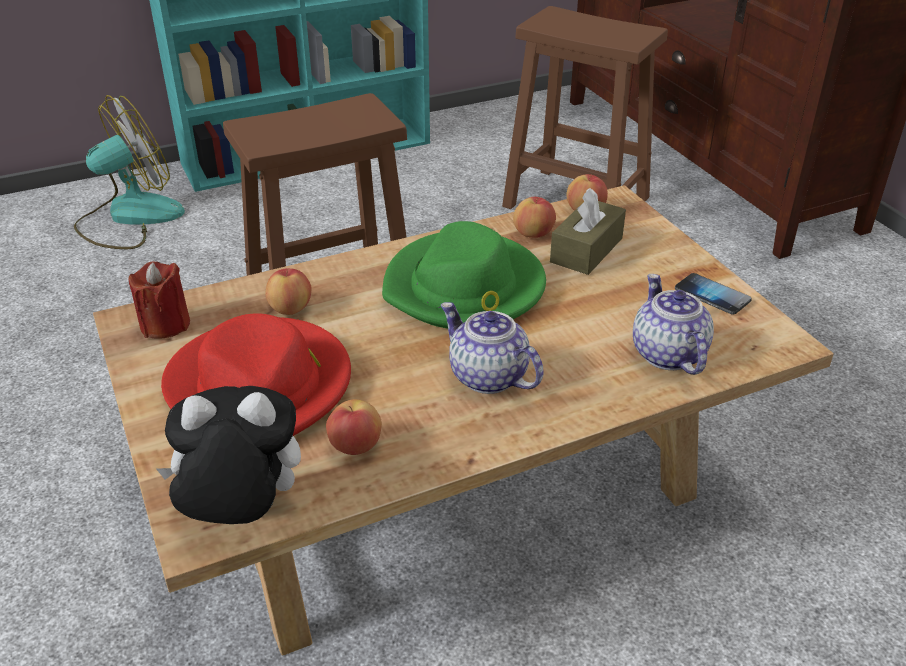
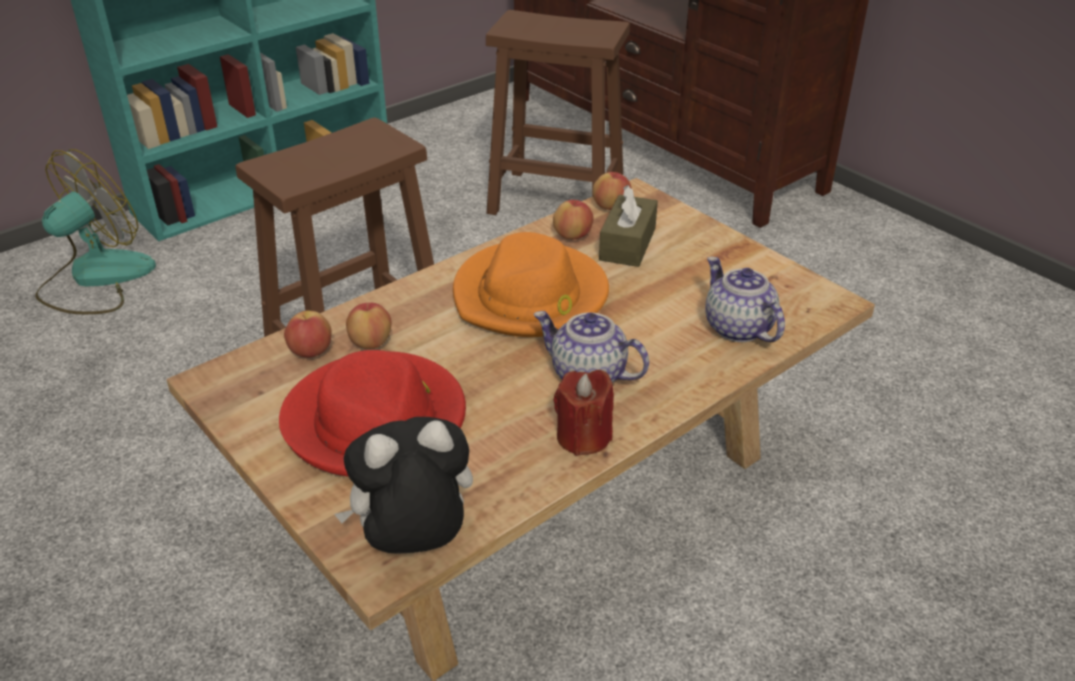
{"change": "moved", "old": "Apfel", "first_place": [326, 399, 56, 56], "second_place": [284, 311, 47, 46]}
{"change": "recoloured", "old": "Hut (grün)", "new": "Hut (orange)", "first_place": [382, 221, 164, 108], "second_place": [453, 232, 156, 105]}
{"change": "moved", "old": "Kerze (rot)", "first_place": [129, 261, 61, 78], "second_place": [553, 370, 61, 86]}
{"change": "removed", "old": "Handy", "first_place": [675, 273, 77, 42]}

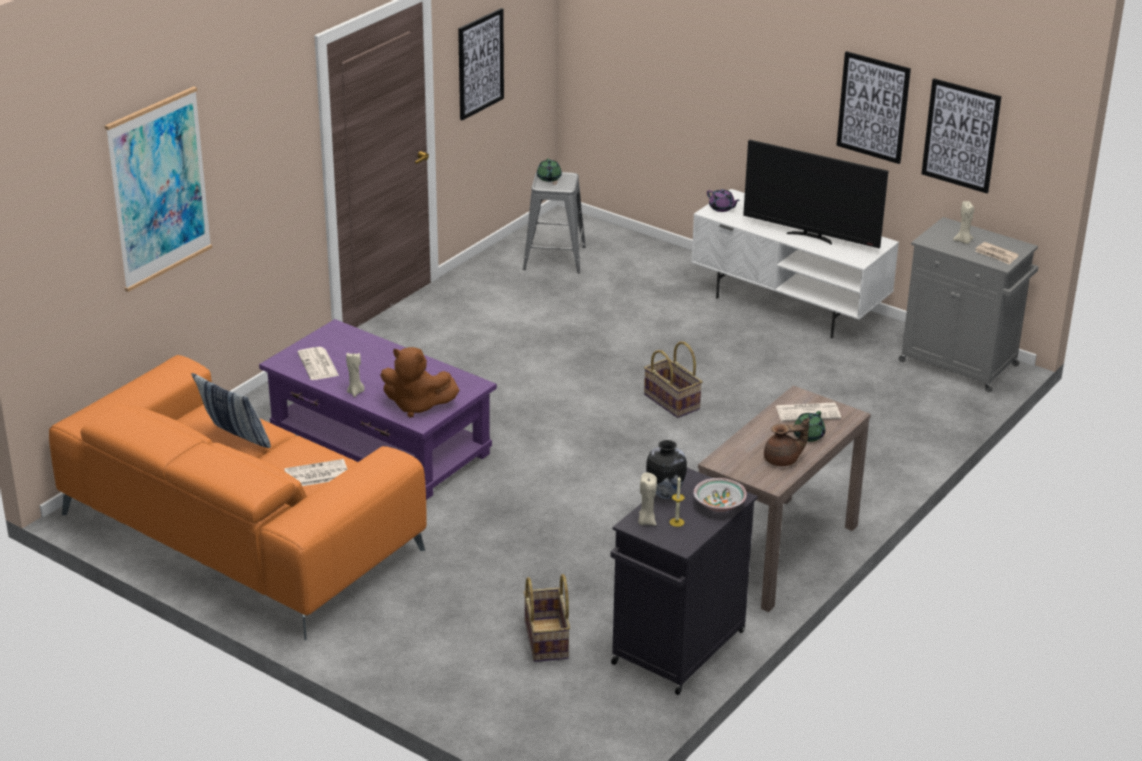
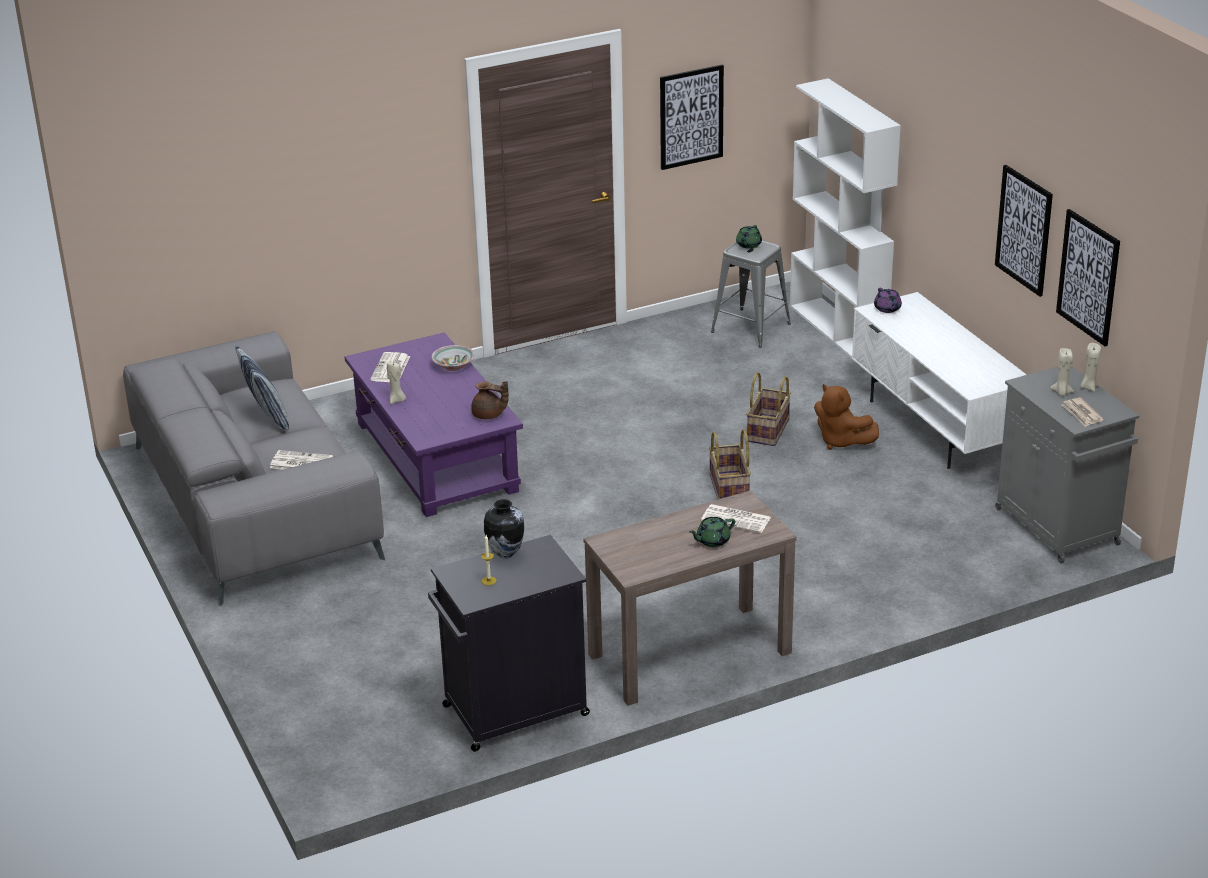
{"change": "recoloured", "old": "Sofa (orange)", "new": "Sofa (grau)", "first_place": [49, 355, 378, 285], "second_place": [123, 331, 262, 275]}
{"change": "moved", "old": "Schüssel", "first_place": [694, 478, 53, 34], "second_place": [431, 345, 44, 26]}
{"change": "moved", "old": "Teekanne (braun)", "first_place": [764, 418, 45, 48], "second_place": [471, 381, 38, 38]}
{"change": "moved", "old": "Korb", "first_place": [523, 574, 47, 88], "second_place": [746, 372, 45, 74]}
{"change": "added", "new": "Bücherregal (weiß)", "second_place": [790, 78, 111, 280]}
{"change": "moved", "old": "Plüschtier (braun)", "first_place": [380, 347, 79, 71], "second_place": [814, 384, 65, 66]}
{"change": "moved", "old": "Kerze (beige)", "first_place": [638, 473, 19, 53], "second_place": [1080, 343, 21, 48]}
{"change": "removed", "old": "Bild", "first_place": [105, 86, 107, 206]}
{"change": "removed", "old": "Fernseher", "first_place": [743, 139, 145, 109]}

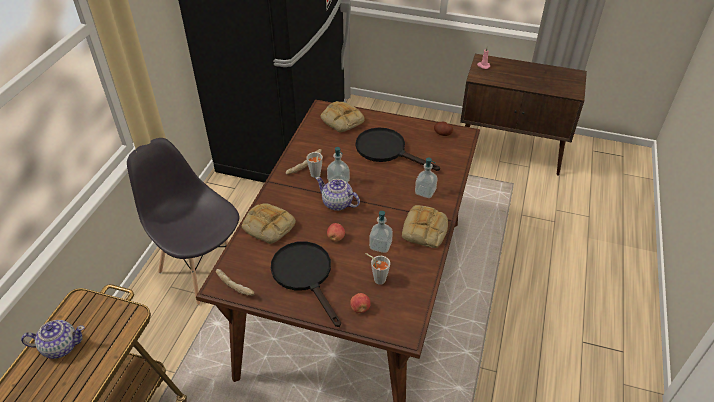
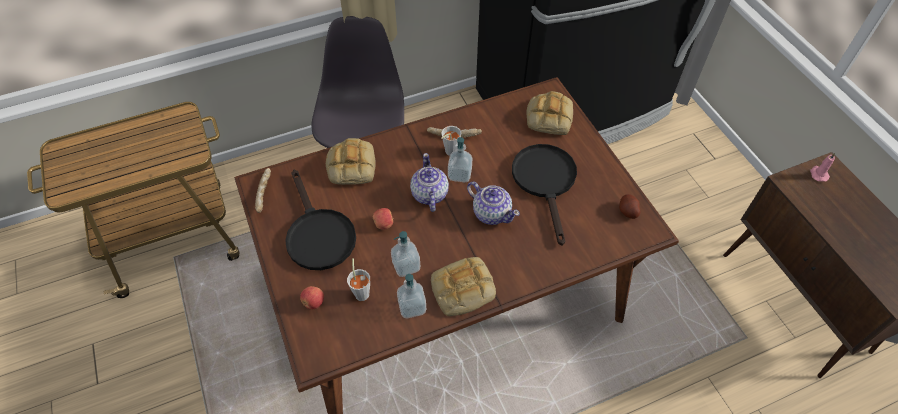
{"change": "turned", "old": "Pfanne (schwarz)", "first_place": [271, 241, 70, 86], "second_place": [285, 170, 71, 100], "degrees": 135}
{"change": "moved", "old": "Seifenspender", "first_place": [415, 157, 22, 41], "second_place": [397, 274, 29, 44]}
{"change": "moved", "old": "Teekanne", "first_place": [21, 320, 64, 39], "second_place": [467, 182, 53, 43]}

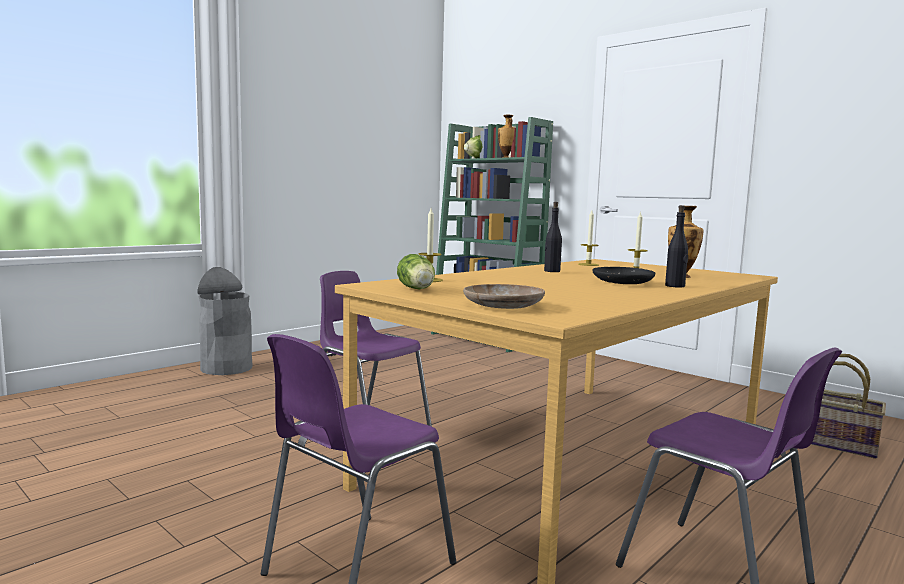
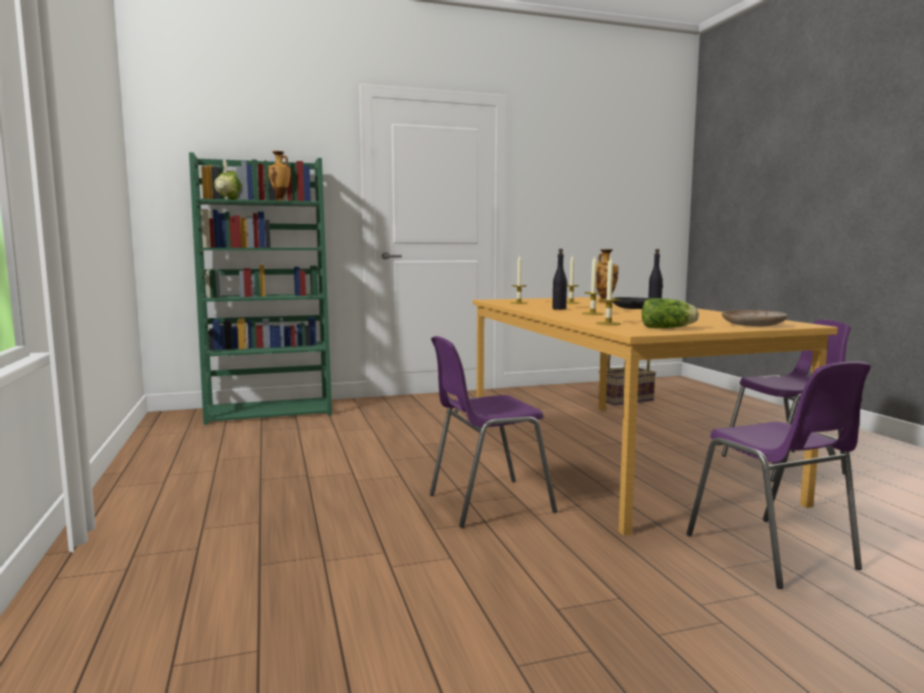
{"change": "added", "new": "Kerze", "second_place": [582, 255, 22, 60]}
{"change": "removed", "old": "Mülleimer (grau)", "first_place": [197, 267, 56, 108]}

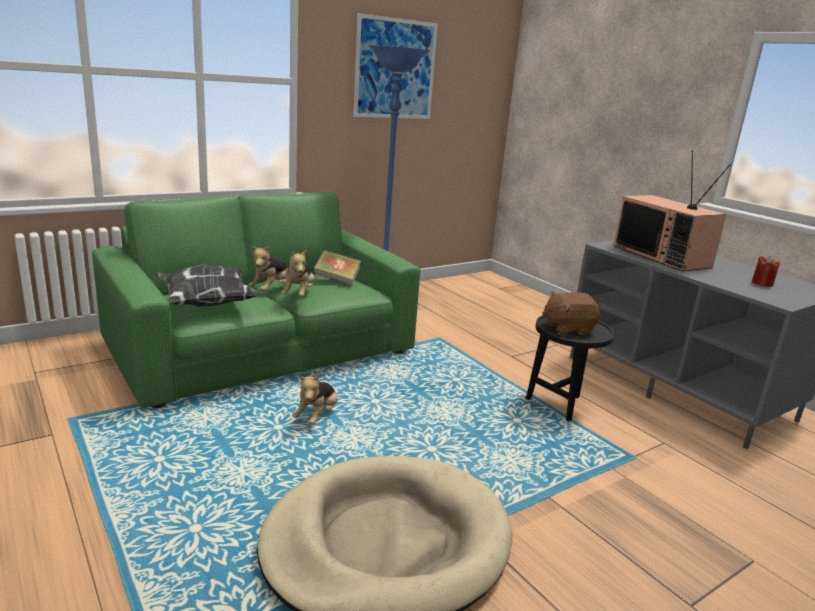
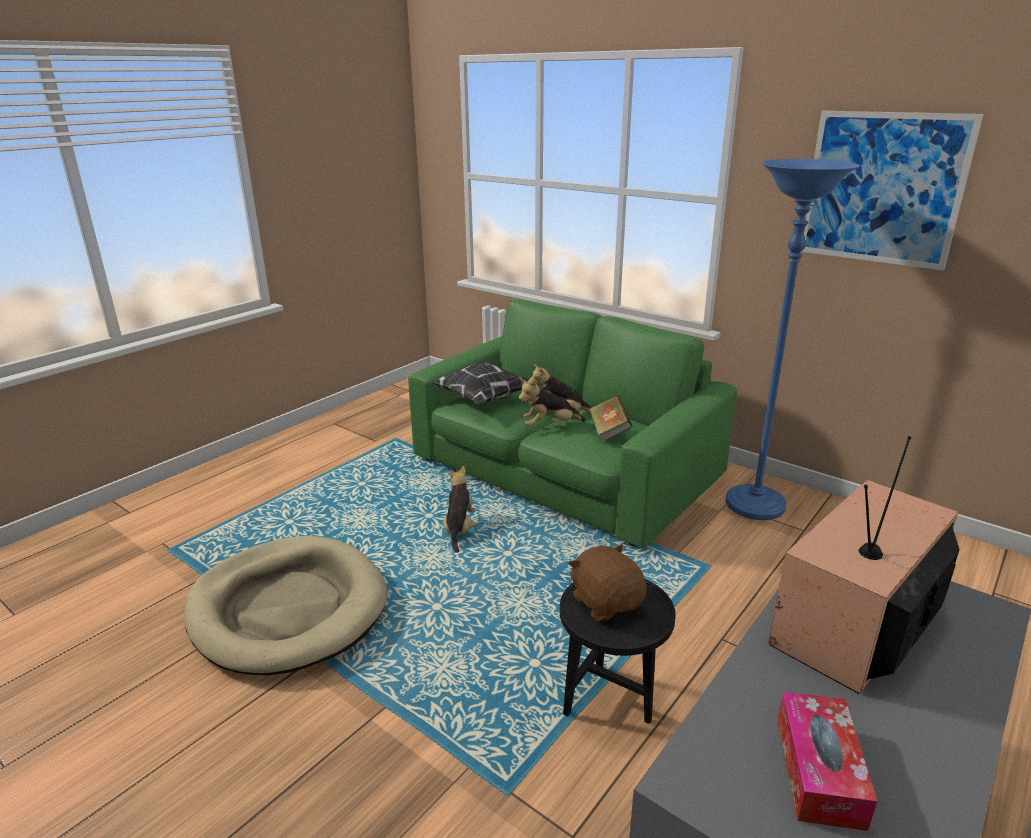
{"change": "turned", "old": "Plüschtier", "first_place": [292, 374, 46, 51], "second_place": [443, 466, 34, 87], "degrees": 90}
{"change": "replaced", "old": "Kerze (rot)", "new": "Taschentuchbox", "first_place": [752, 256, 28, 31], "second_place": [778, 692, 99, 139]}

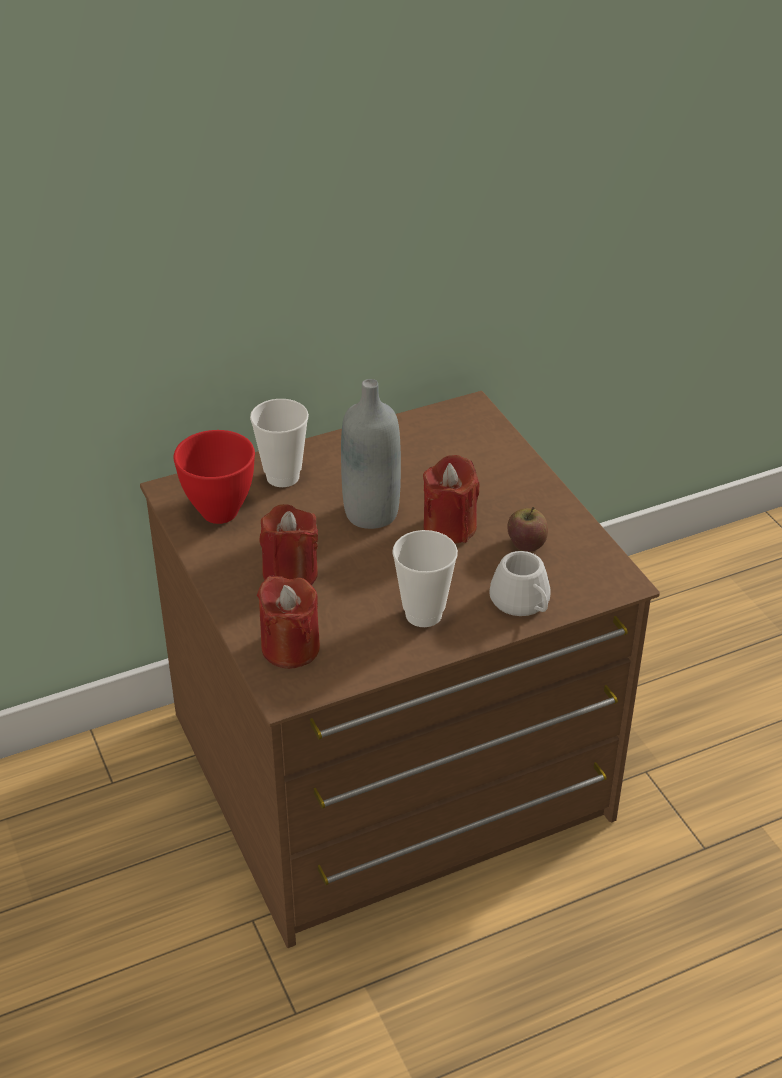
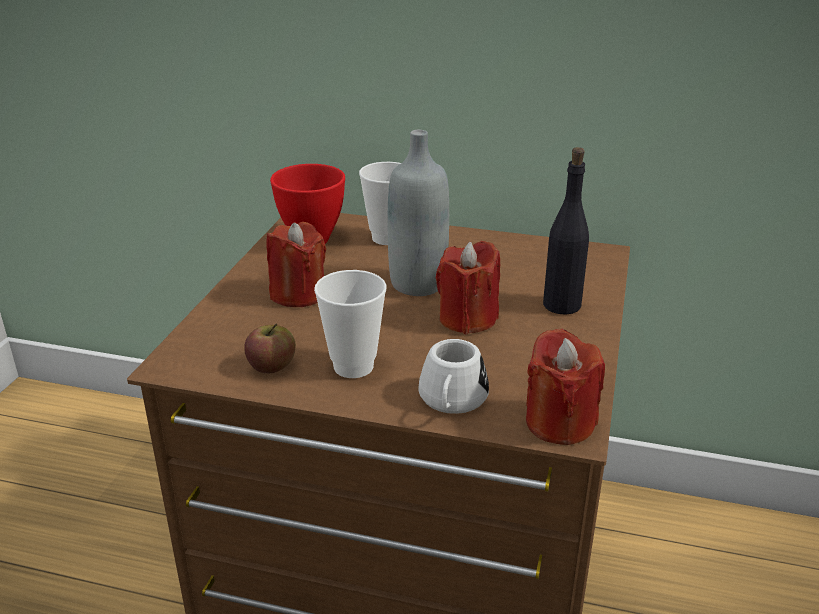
{"change": "moved", "old": "Apfel", "first_place": [508, 507, 40, 45], "second_place": [244, 324, 52, 49]}
{"change": "moved", "old": "Kerze (rot)", "first_place": [257, 576, 63, 93], "second_place": [526, 329, 79, 116]}
{"change": "added", "new": "Flasche (schwarz)", "second_place": [543, 147, 46, 168]}

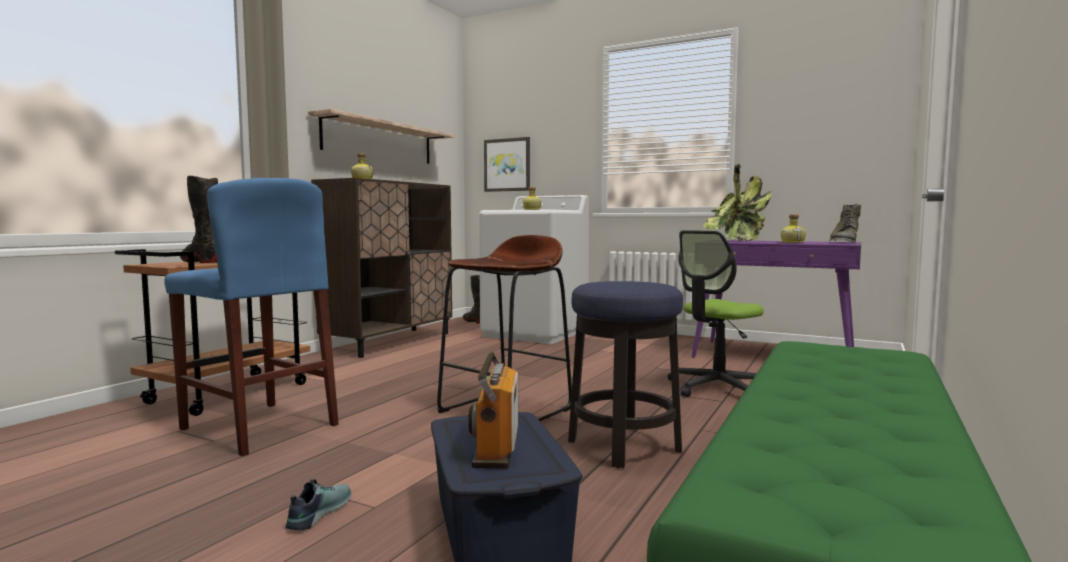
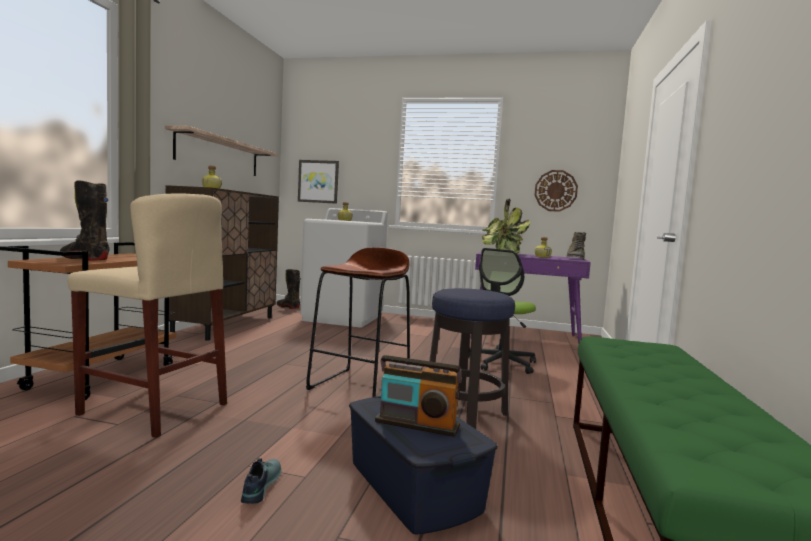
{"change": "recoloured", "old": "Hocker (blau)", "new": "Hocker (beige)", "first_place": [164, 178, 175, 278], "second_place": [68, 193, 159, 245]}
{"change": "turned", "old": "Radio", "first_place": [468, 352, 50, 116], "second_place": [375, 355, 87, 82], "degrees": -60}
{"change": "added", "new": "Wanduhr", "second_place": [534, 170, 44, 42]}

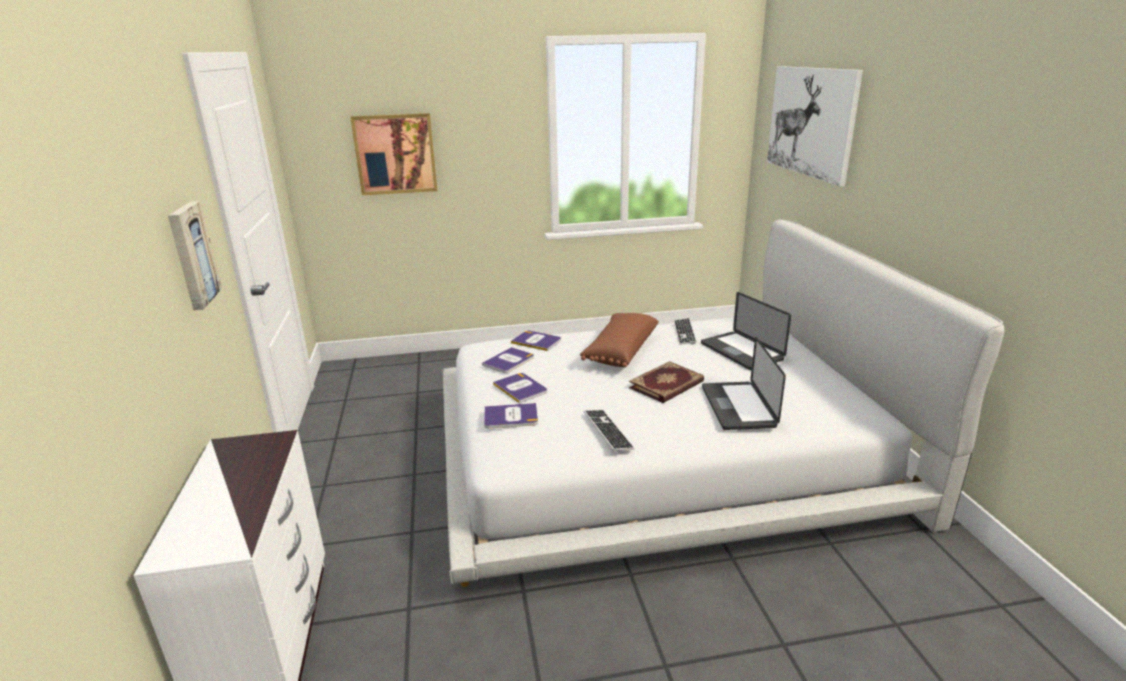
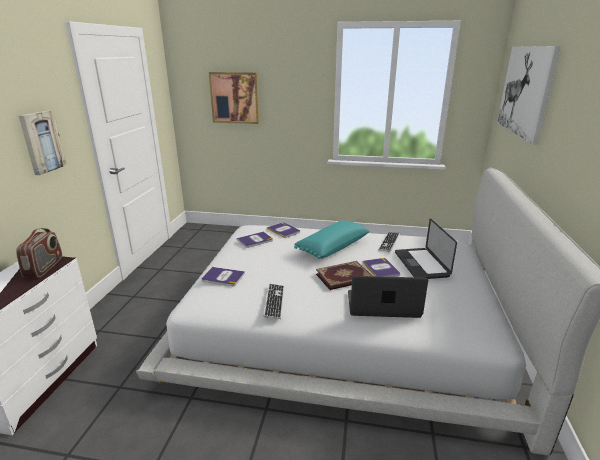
{"change": "added", "new": "Radio", "second_place": [16, 228, 46, 49]}
{"change": "recoloured", "old": "Kissen (braun)", "new": "Kissen (türkis)", "first_place": [579, 313, 80, 54], "second_place": [294, 220, 76, 39]}
{"change": "turned", "old": "Laptop", "first_place": [702, 337, 84, 93], "second_place": [348, 276, 80, 42], "degrees": 75}
{"change": "moved", "old": "Buch", "first_place": [493, 373, 54, 30], "second_place": [363, 258, 37, 19]}

